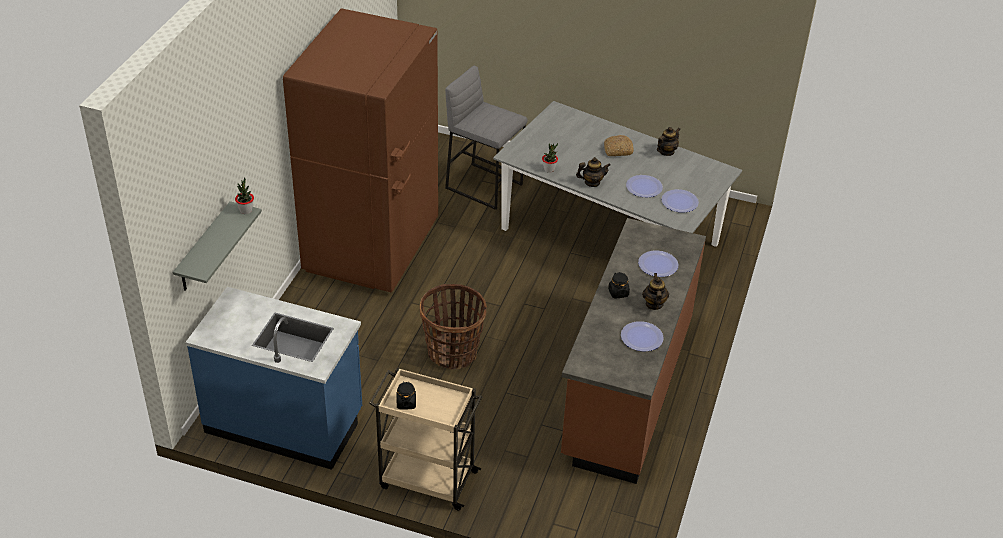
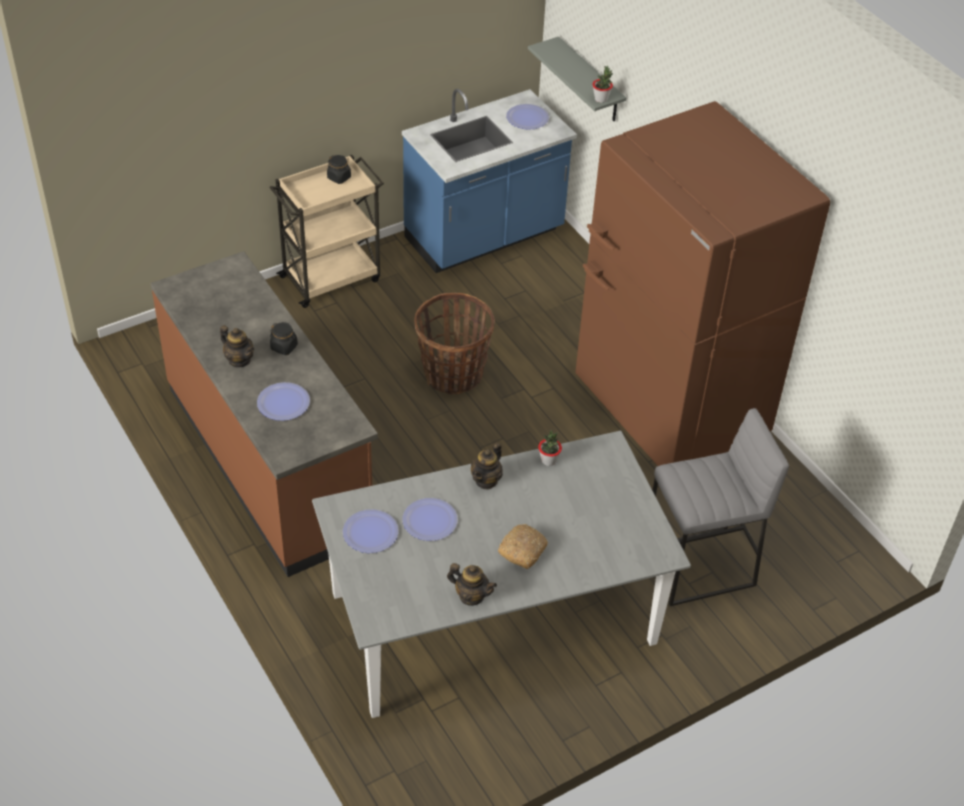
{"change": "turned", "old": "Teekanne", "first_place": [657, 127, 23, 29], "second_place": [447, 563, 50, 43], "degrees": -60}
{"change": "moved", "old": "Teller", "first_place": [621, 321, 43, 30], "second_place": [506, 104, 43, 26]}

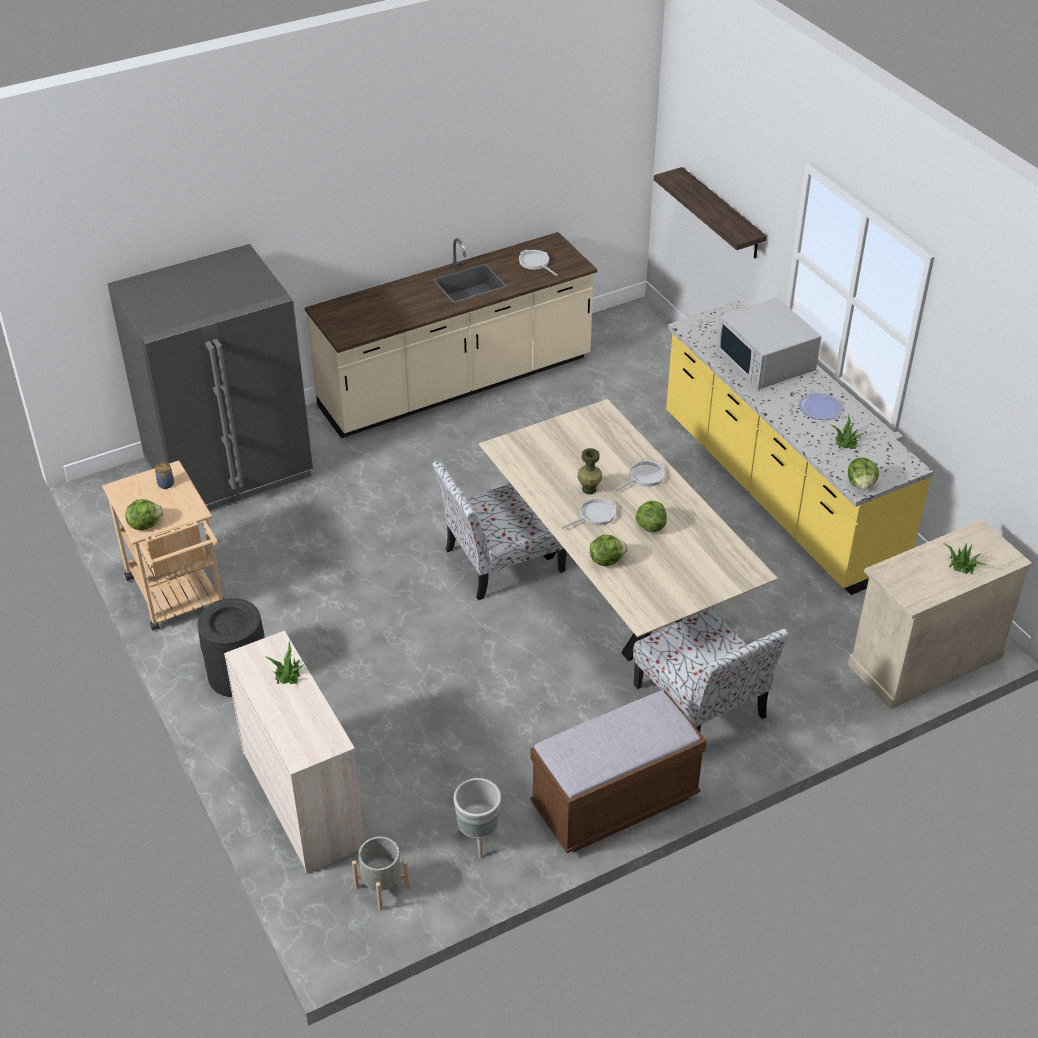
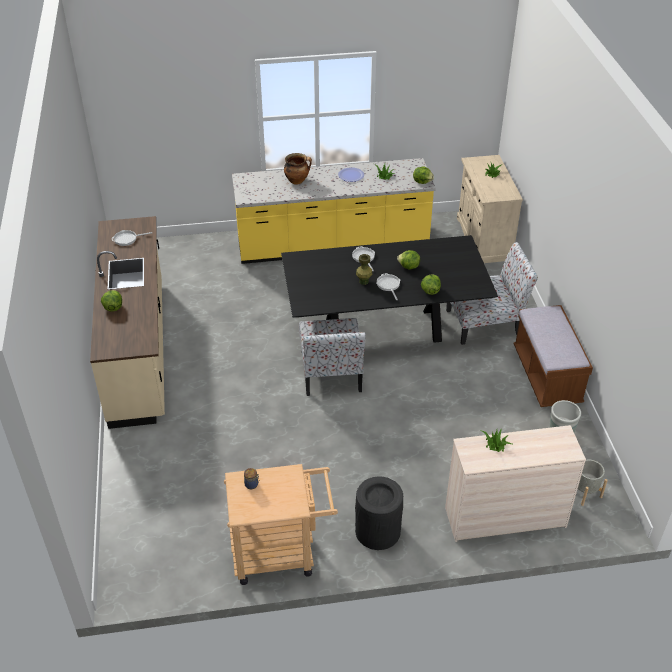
{"change": "moved", "old": "Salatkopf", "first_place": [125, 499, 39, 31], "second_place": [101, 290, 21, 22]}
{"change": "recoloured", "old": "Esstisch (beige)", "new": "Esstisch (schwarz)", "first_place": [479, 399, 299, 262], "second_place": [281, 235, 217, 108]}
{"change": "replaced", "old": "Mikrowelle (weiß)", "new": "Kochtopf", "first_place": [716, 297, 105, 93], "second_place": [284, 153, 28, 32]}
{"change": "removed", "old": "Kühlschrank (grau)", "first_place": [108, 244, 205, 267]}
{"change": "removed", "old": "Wandregal", "first_place": [654, 167, 113, 92]}

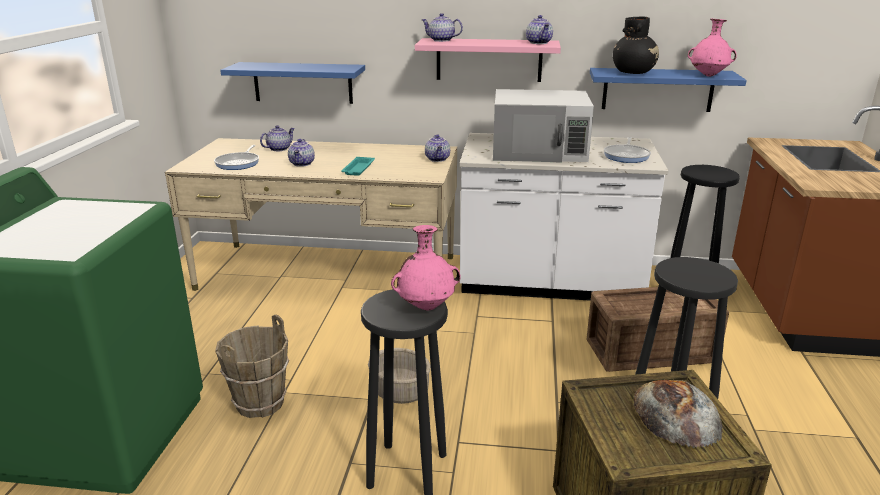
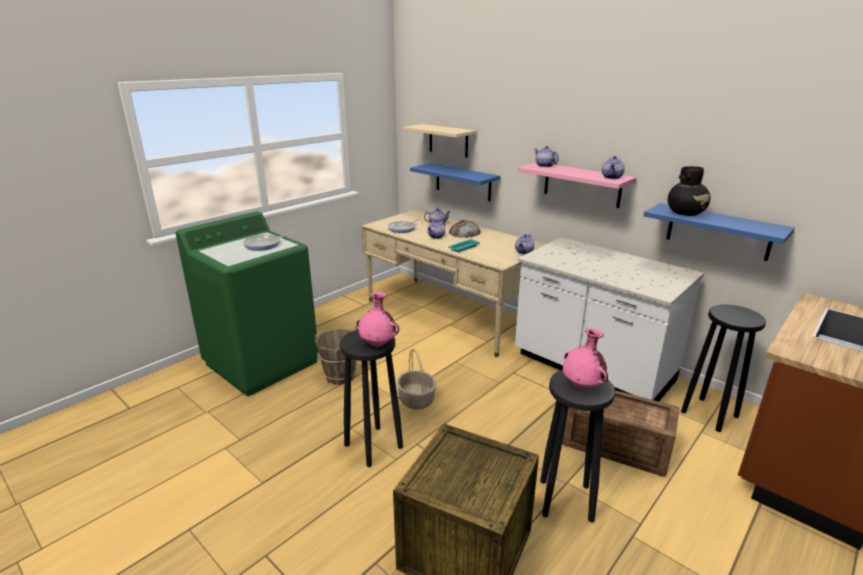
{"change": "moved", "old": "Pfanne", "first_place": [604, 137, 47, 26], "second_place": [243, 232, 53, 19]}
{"change": "added", "new": "Wandregal (beige)", "second_place": [403, 124, 73, 34]}
{"change": "moved", "old": "Brot", "first_place": [634, 380, 89, 68], "second_place": [449, 220, 31, 18]}
{"change": "moved", "old": "Vase (rosa)", "first_place": [688, 19, 49, 58], "second_place": [563, 328, 45, 61]}
{"change": "removed", "old": "Mikrowelle (weiß)", "first_place": [493, 89, 101, 74]}

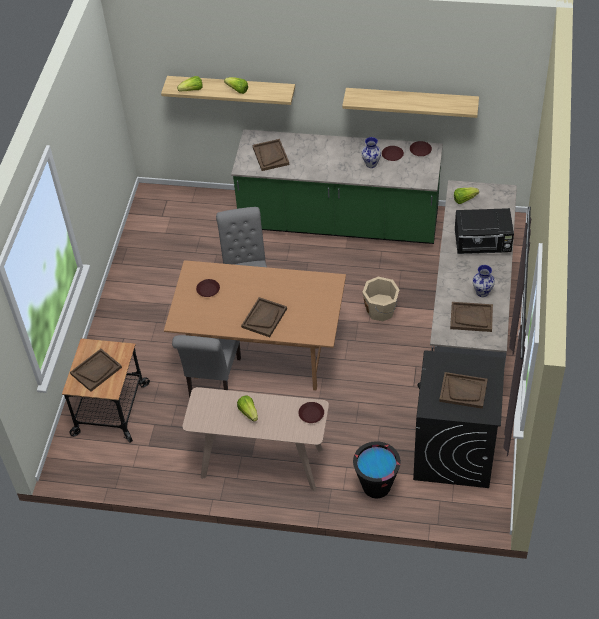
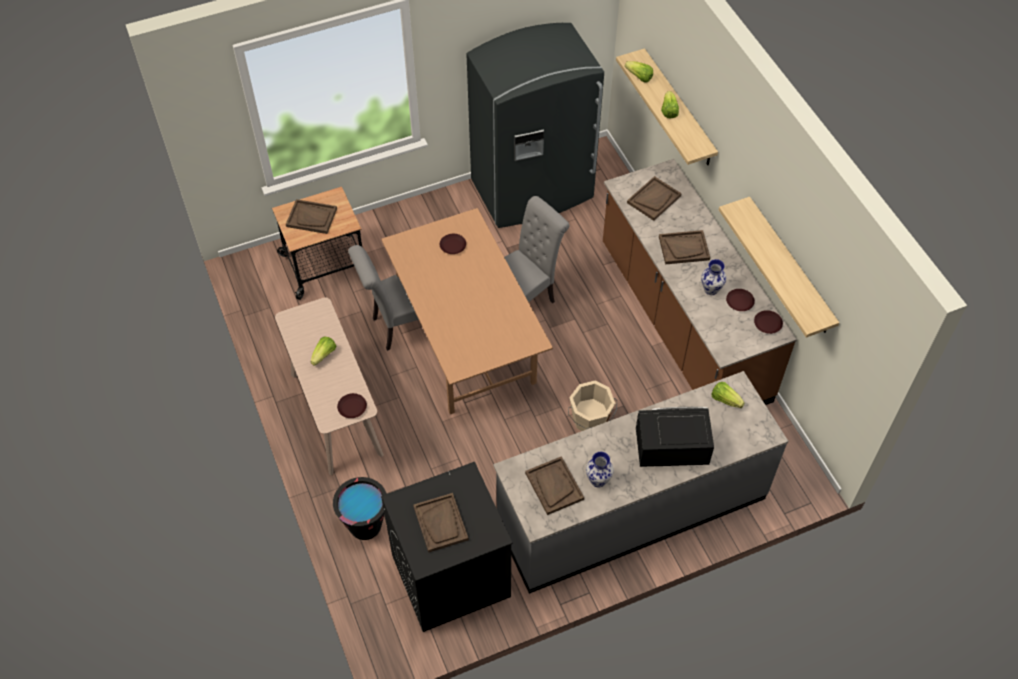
{"change": "added", "new": "Kühlschrank (grau)", "second_place": [466, 23, 138, 205]}
{"change": "recoloured", "old": "Küchenzeile (grün)", "new": "Küchenzeile (braun)", "first_place": [231, 129, 212, 115], "second_place": [603, 159, 194, 246]}
{"change": "turned", "old": "Mikrowelle (schwarz)", "first_place": [455, 208, 59, 46], "second_place": [636, 407, 78, 60], "degrees": 120}
{"change": "moved", "old": "Tablett (braun)", "first_place": [241, 297, 46, 40], "second_place": [659, 230, 51, 34]}

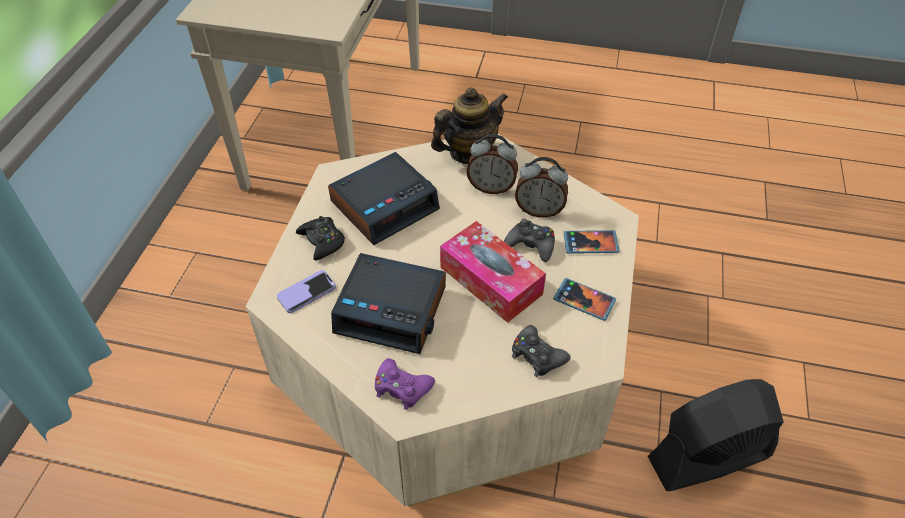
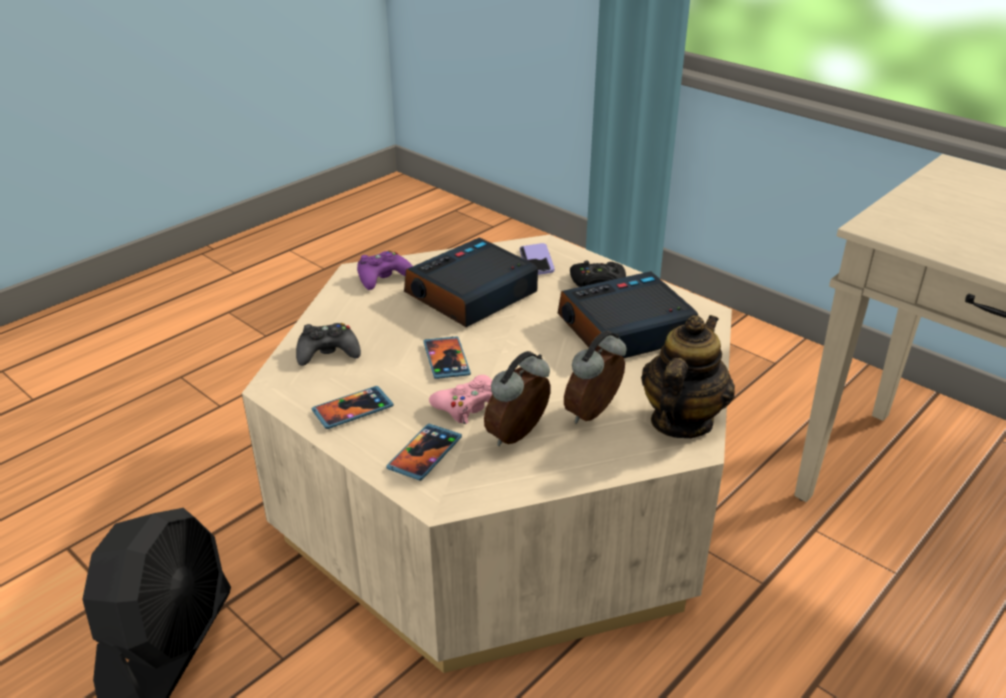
{"change": "replaced", "old": "Taschentuchbox", "new": "Handy", "first_place": [440, 221, 106, 102], "second_place": [424, 336, 47, 43]}
{"change": "recoloured", "old": "Gamepad (schwarz)", "new": "Gamepad (rosa)", "first_place": [504, 219, 51, 43], "second_place": [429, 375, 63, 49]}
{"change": "turned", "old": "Wecker", "first_place": [328, 152, 112, 93], "second_place": [558, 271, 140, 87], "degrees": 75}
{"change": "turned", "old": "Teekanne", "first_place": [431, 87, 77, 77], "second_place": [641, 315, 94, 123], "degrees": -150}

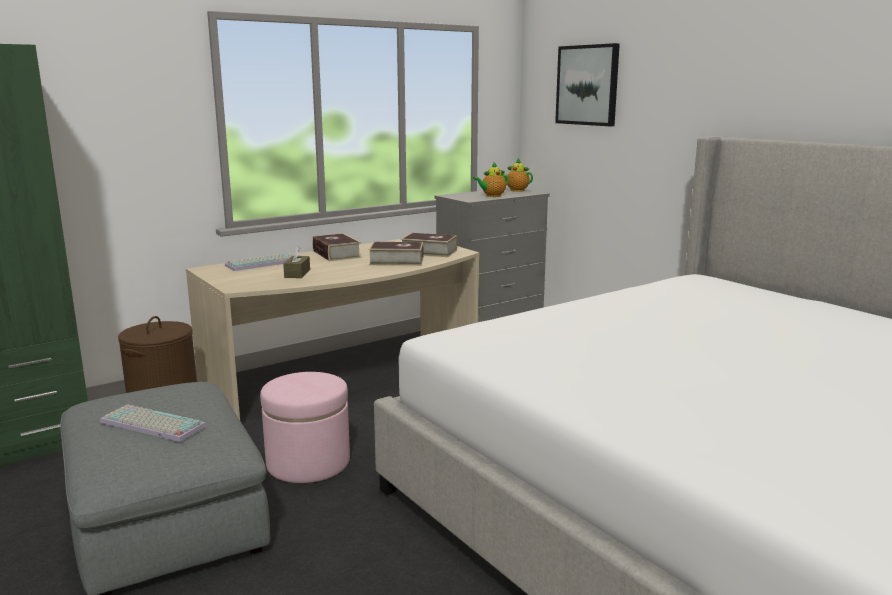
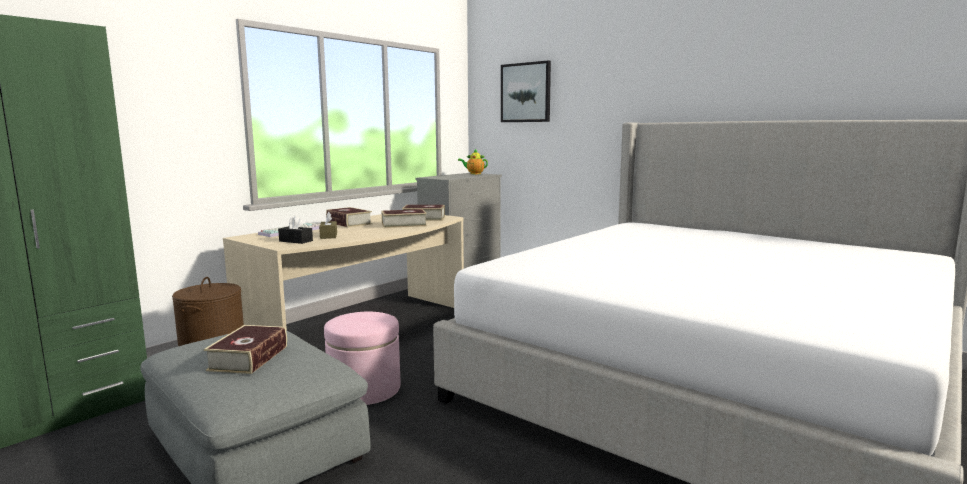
{"change": "replaced", "old": "Tastatur", "new": "Buch", "first_place": [100, 404, 107, 38], "second_place": [204, 325, 83, 49]}
{"change": "added", "new": "Taschentuchbox (schwarz)", "second_place": [278, 216, 35, 28]}
{"change": "removed", "old": "Teekanne", "first_place": [472, 163, 36, 34]}

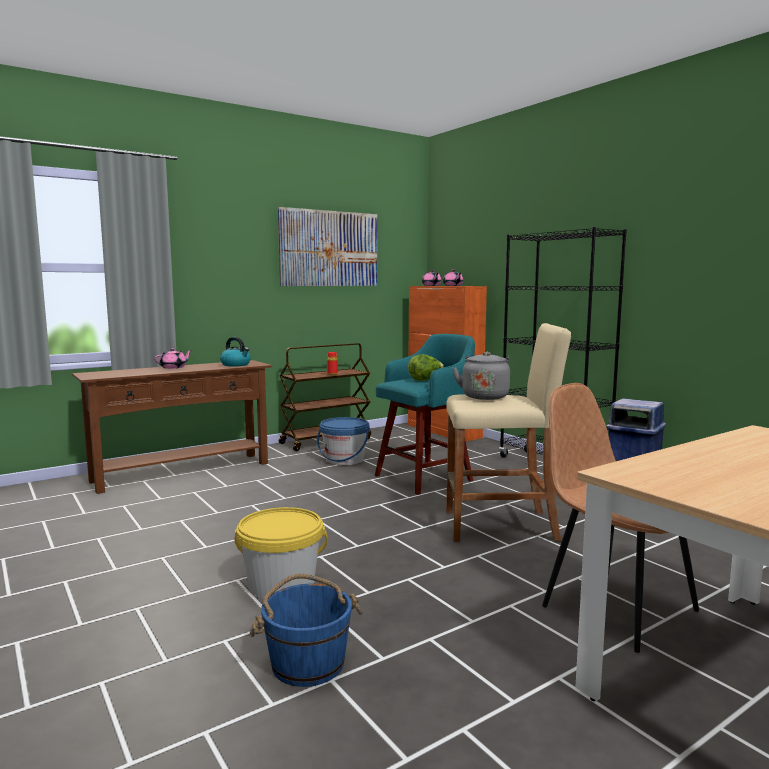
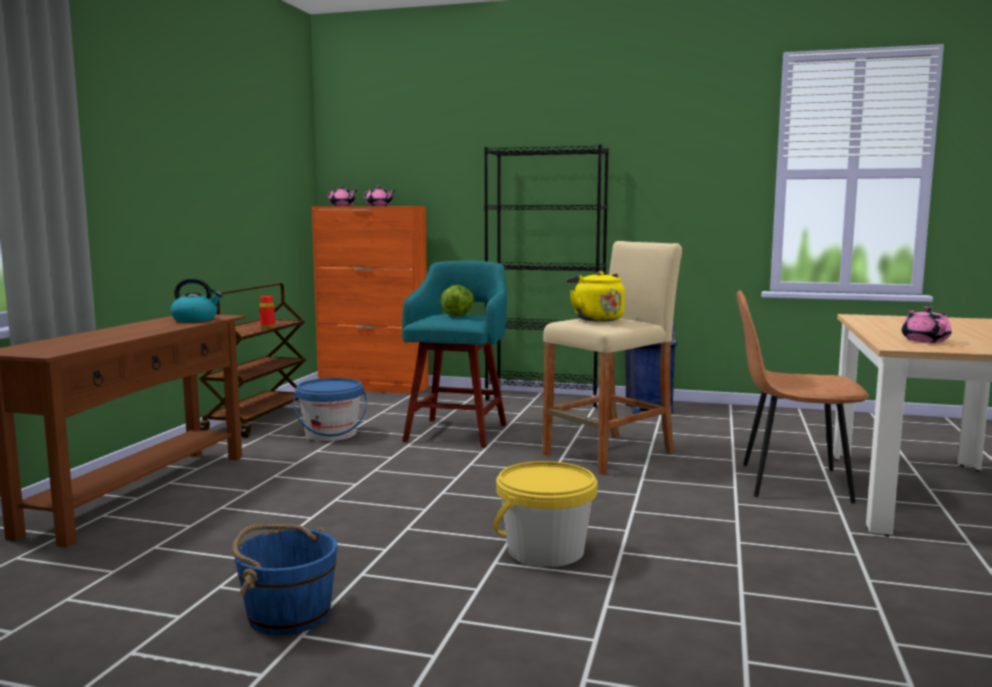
{"change": "moved", "old": "Eimer (blau)", "first_place": [249, 574, 114, 113], "second_place": [232, 524, 106, 111]}
{"change": "recoloured", "old": "Wasserkessel (grau)", "new": "Wasserkessel (gelb)", "first_place": [452, 352, 58, 48], "second_place": [566, 271, 59, 51]}
{"change": "moved", "old": "Teekanne (rosa)", "first_place": [154, 348, 38, 21], "second_place": [902, 306, 50, 37]}
{"change": "removed", "old": "Bild", "first_place": [278, 207, 99, 79]}

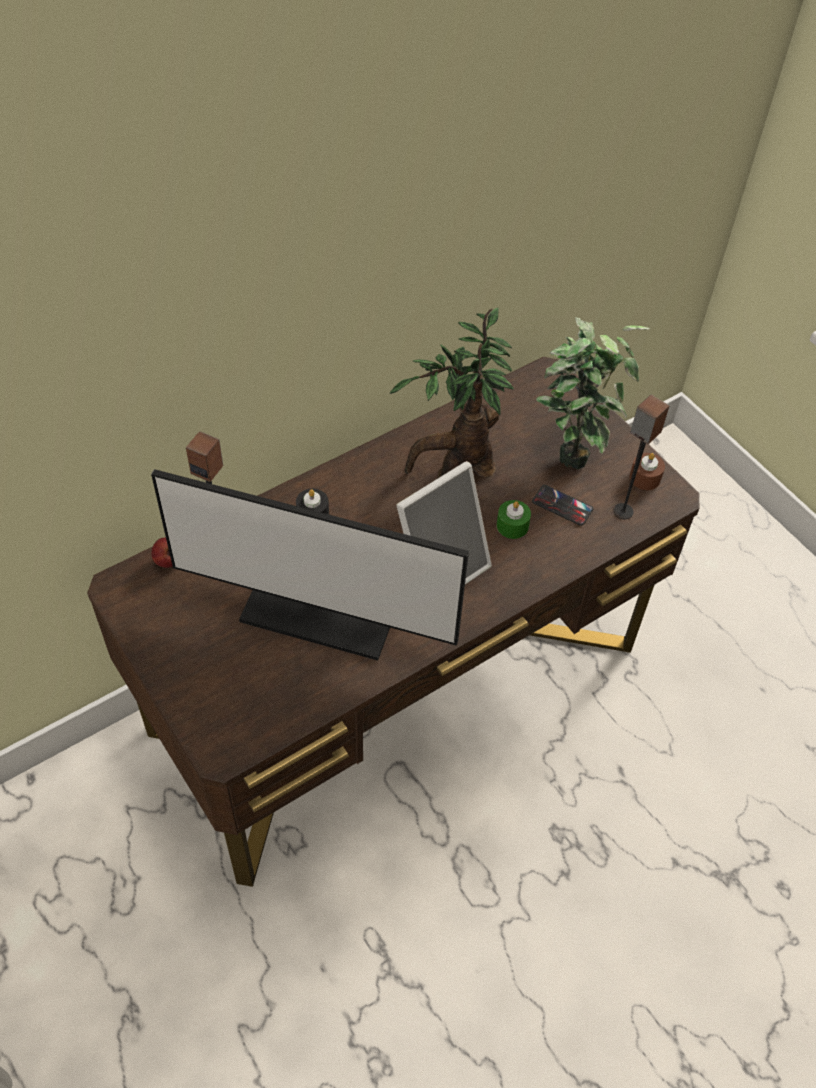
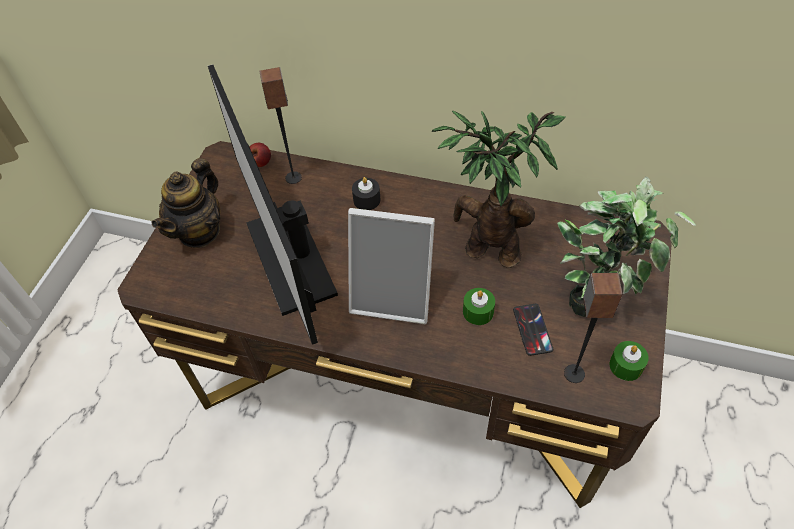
{"change": "added", "new": "Teekanne", "second_place": [152, 158, 68, 90]}
{"change": "recoloured", "old": "Kerze (braun)", "new": "Kerze (grün)", "first_place": [630, 453, 35, 37], "second_place": [610, 341, 39, 40]}

